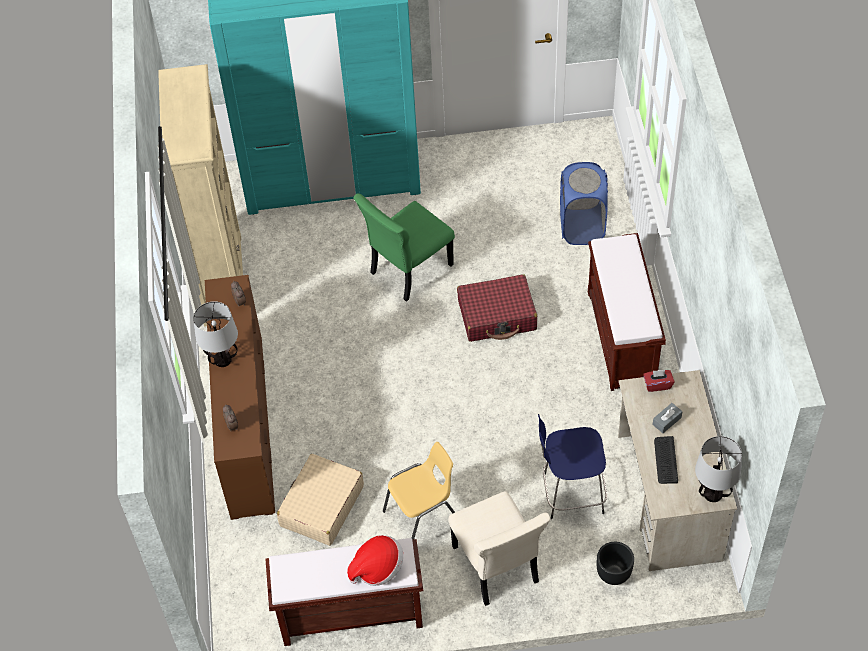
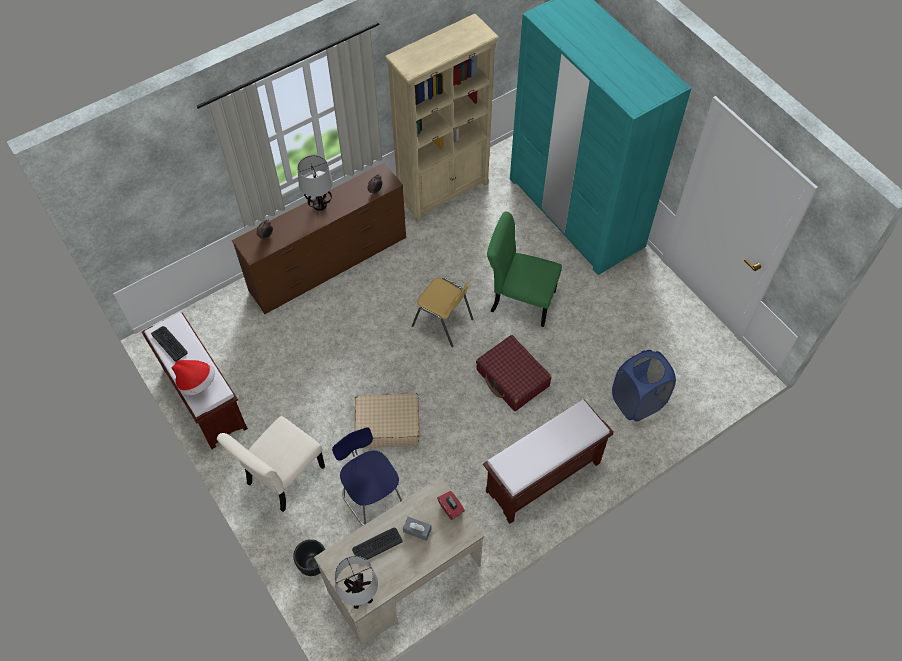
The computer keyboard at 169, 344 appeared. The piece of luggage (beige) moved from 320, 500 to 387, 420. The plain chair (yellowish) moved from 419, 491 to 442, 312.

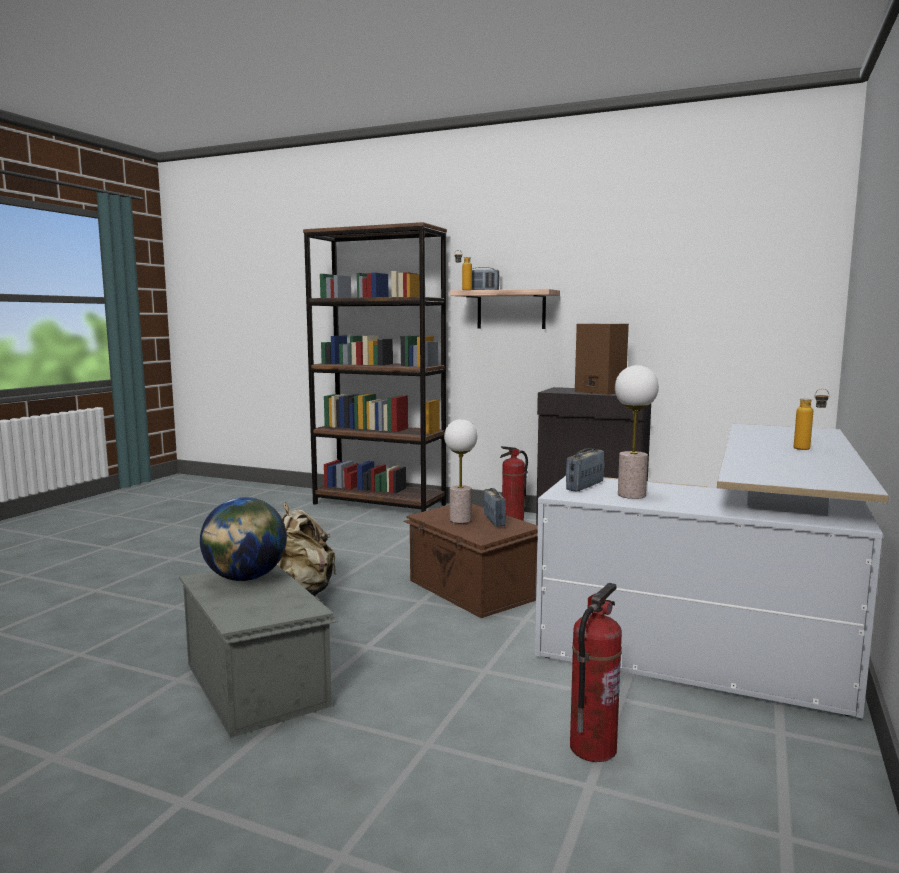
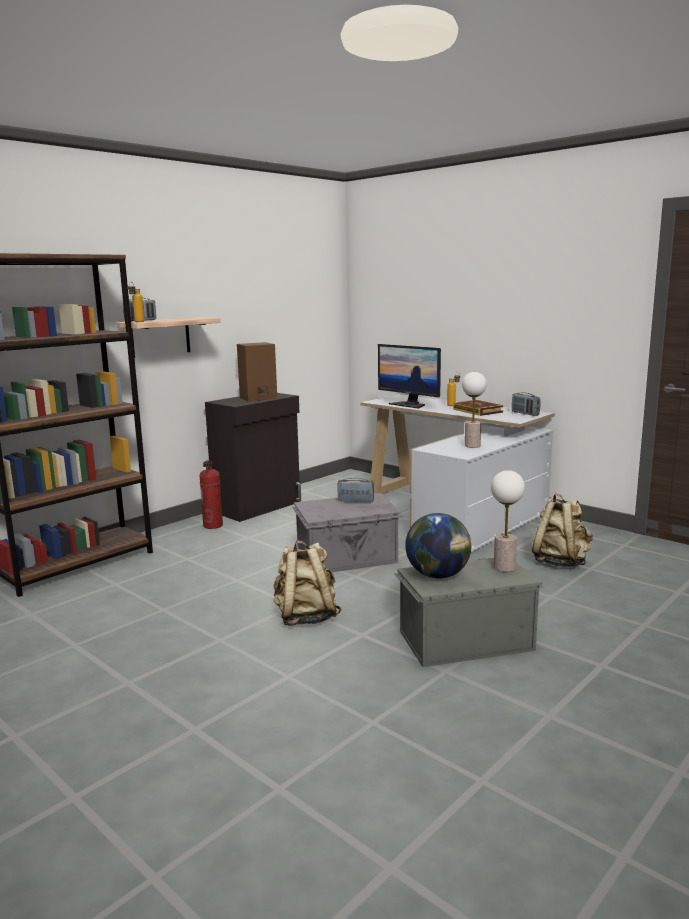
The computer screen at 409, 376 appeared. The bound book at 478, 408 appeared. The table lamp moved from 460, 471 to 508, 521. The radio set moved from 585, 470 to 526, 404. The extinguisher at 596, 672 was replaced by the rucksack (beige) at 562, 530. The storage box (brown) at 470, 561 became the storage box (greyish) at 347, 532.

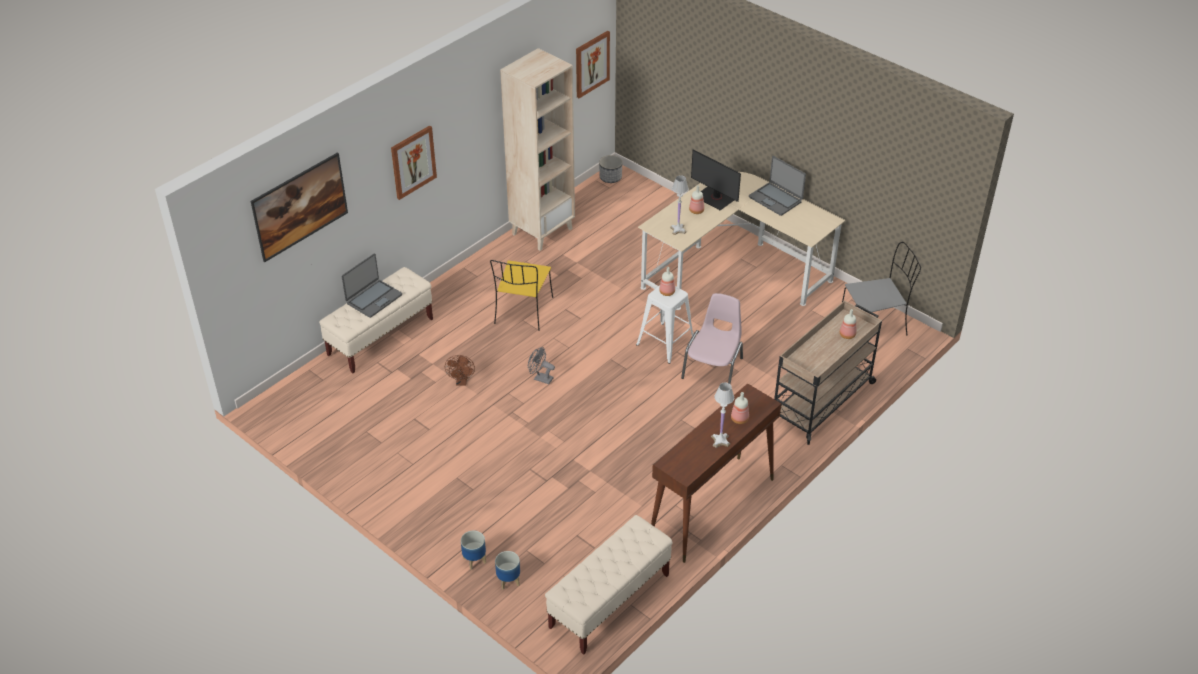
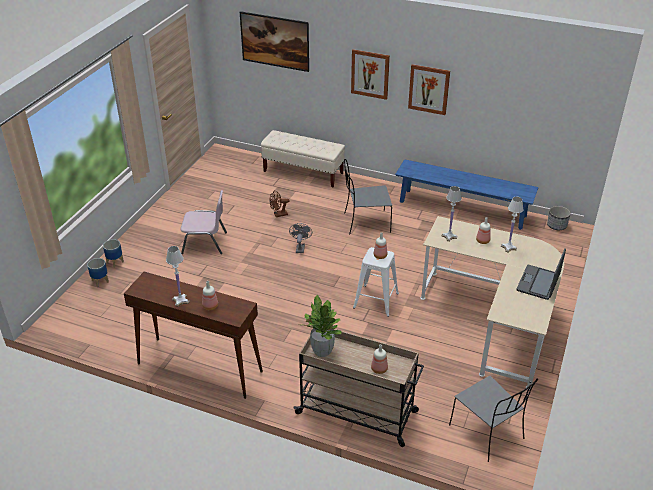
The notebook computer at 372, 285 disappeared. The bench (beige) at 609, 585 disappeared. The potted plant at 323, 326 appeared. The picture moved from 593, 64 to 429, 89. The plain chair (pinkish) moved from 712, 338 to 203, 222. The bookcase (beige) at 537, 149 was replaced by the bench (bluish) at 467, 194. The computer screen at 716, 180 was replaced by the table lamp (white) at 512, 225. The plain chair (yellowish) at 521, 295 became the plain chair (greyish) at 368, 197.

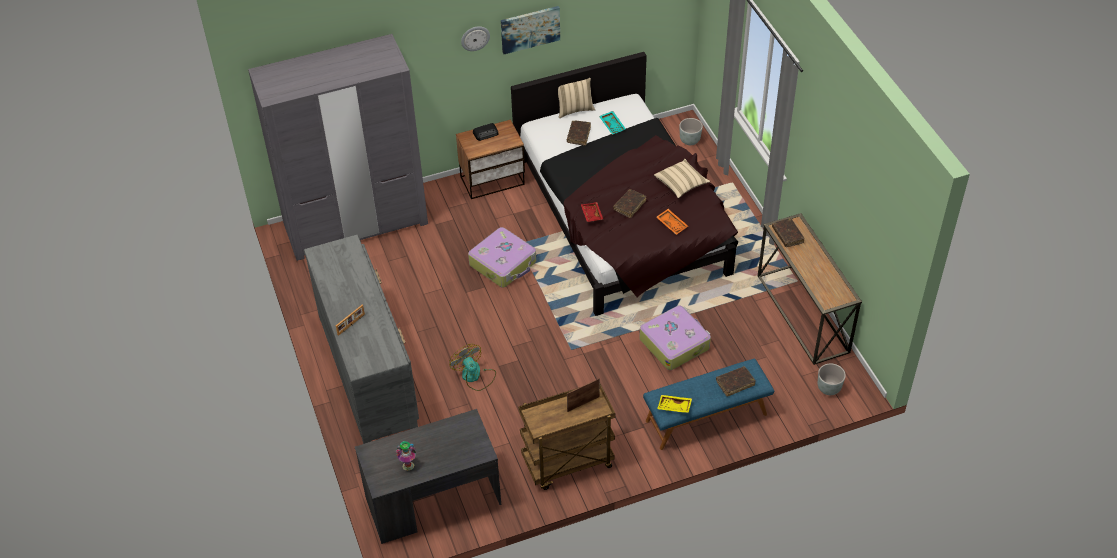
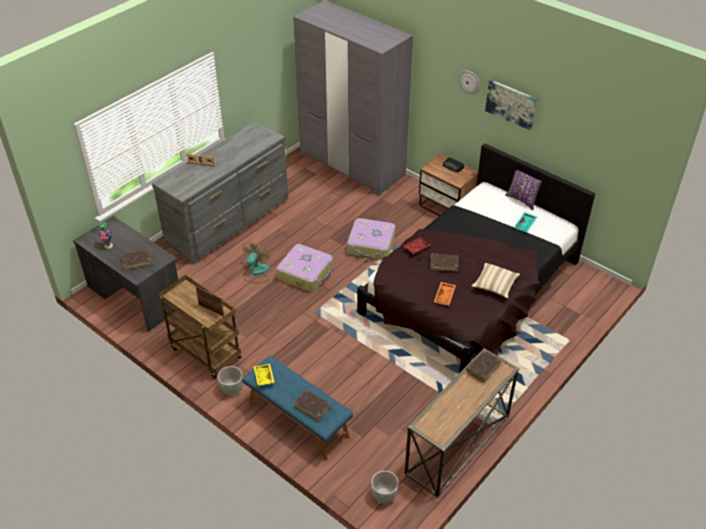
The bound book (brown) moved from 579, 133 to 136, 260. The piece of luggage moved from 675, 338 to 304, 268. The flower pot (greyish) moved from 691, 131 to 230, 380. The pillow (beige) at 576, 98 became the pillow (purple-coloured) at 523, 190.

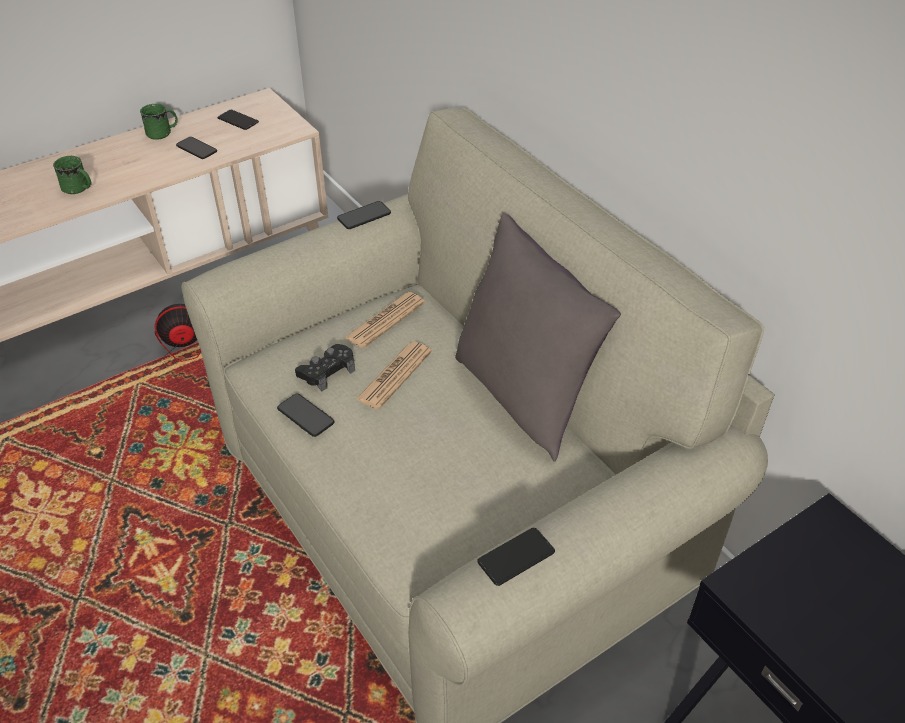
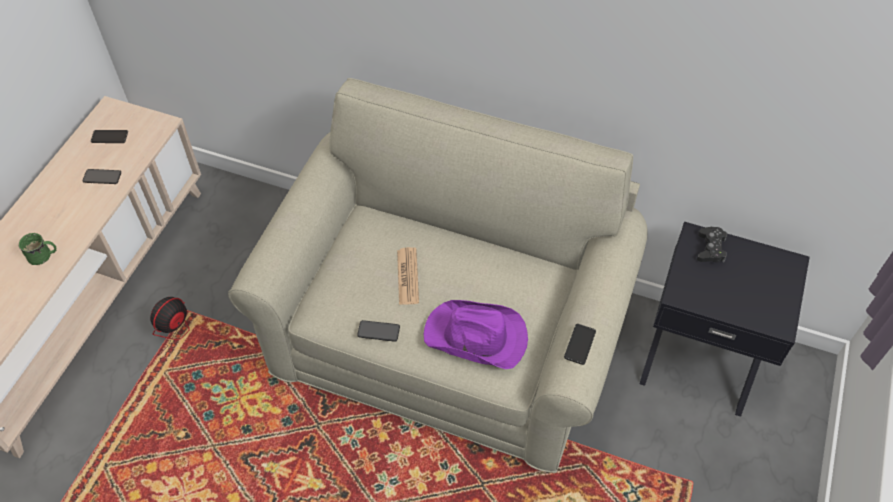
The tea mug (green-coloured) at 159, 122 disappeared. The handset at 364, 215 disappeared. The newspaper at 384, 320 disappeared. The pillow (greyish) at 538, 337 disappeared. The hat (purple-coloured) at 476, 334 appeared. The joypad (blackish) moved from 325, 368 to 712, 245.

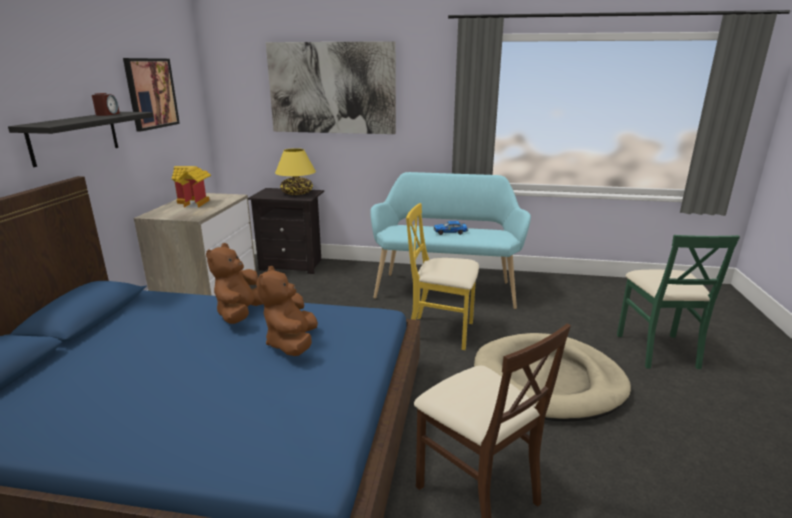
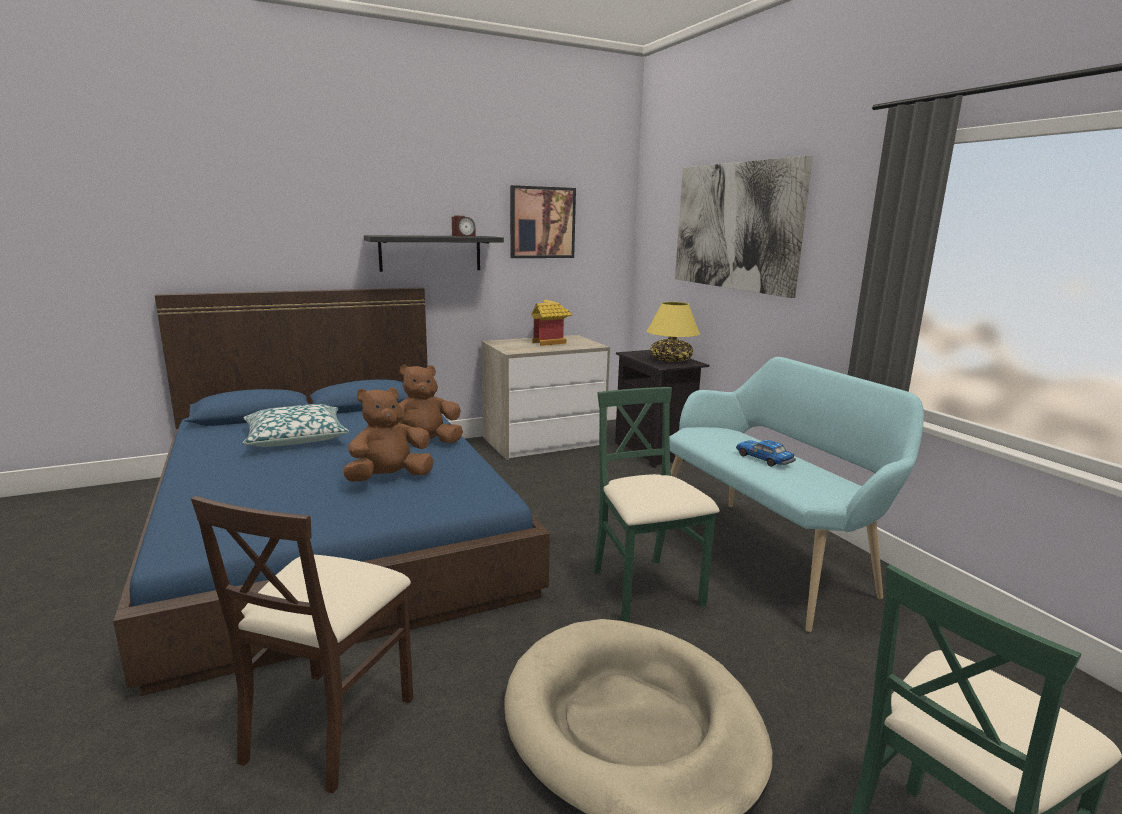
The pillow at 295, 425 appeared. The plain chair (yellowish) at 442, 276 became the plain chair (green-coloured) at 656, 504.

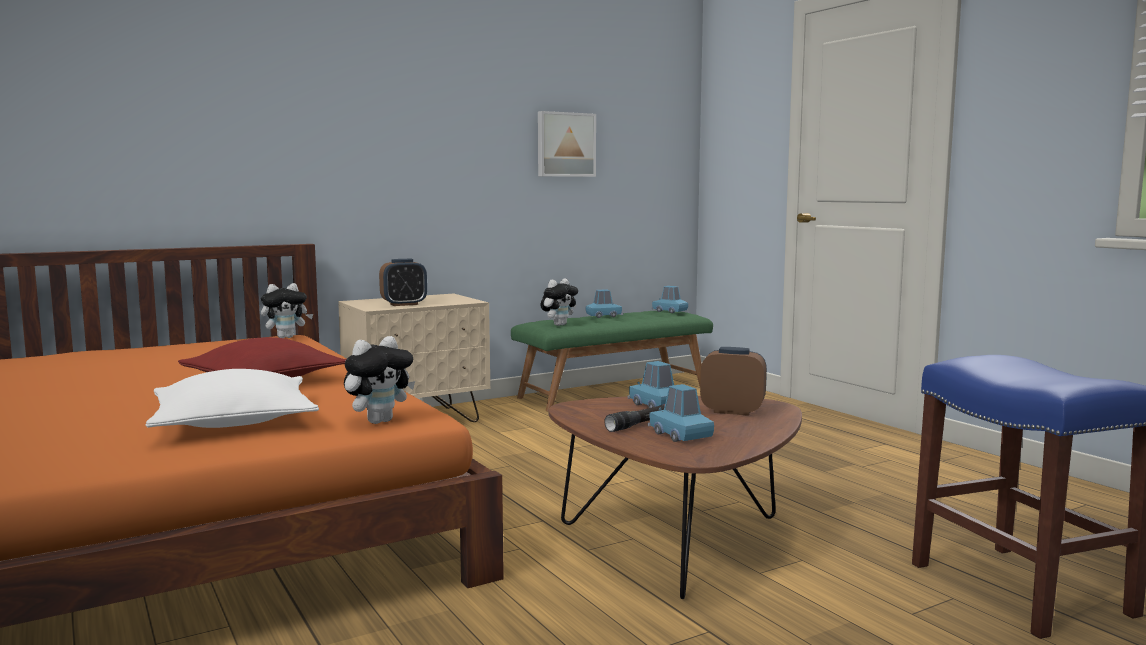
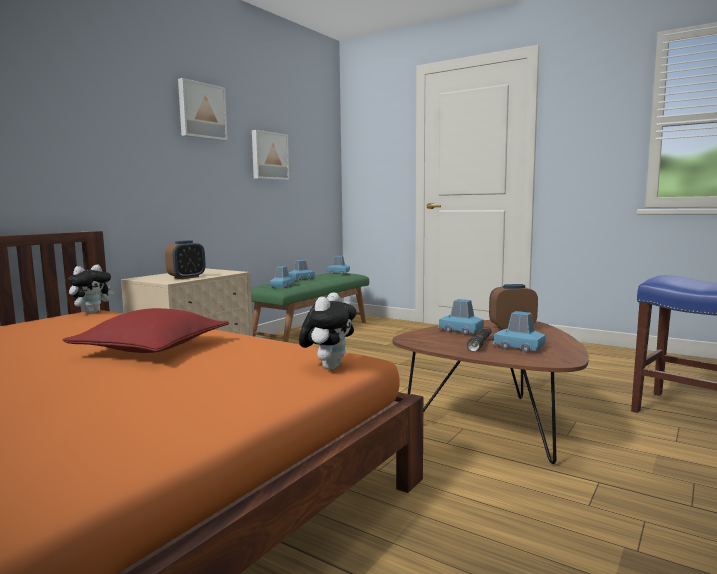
The pillow (white) at 232, 398 disappeared. The picture at 203, 109 appeared. The plush toy at 559, 302 was replaced by the model car (bluish) at 283, 277.

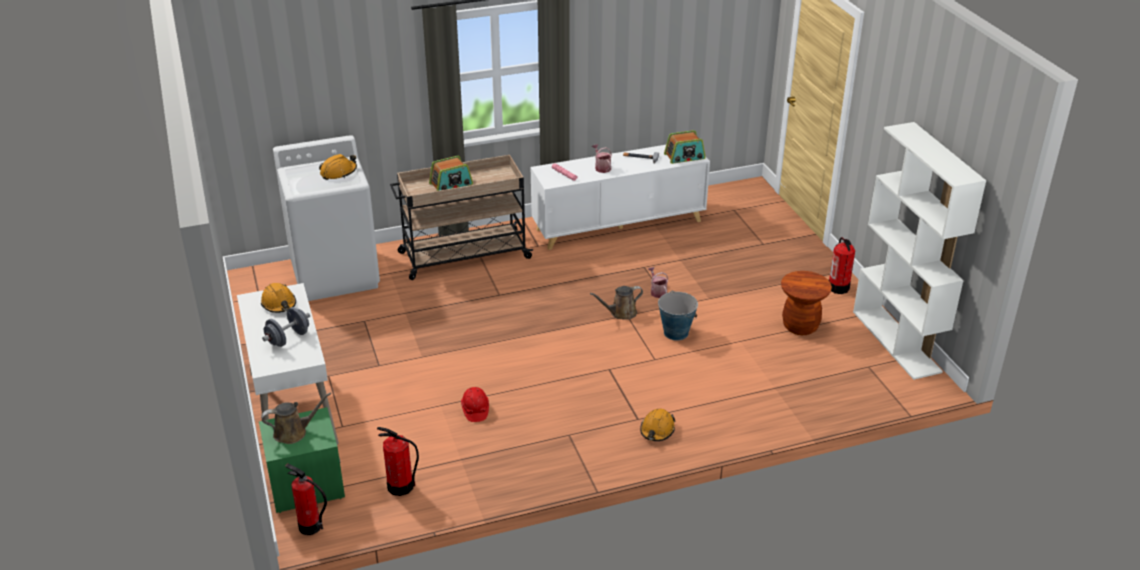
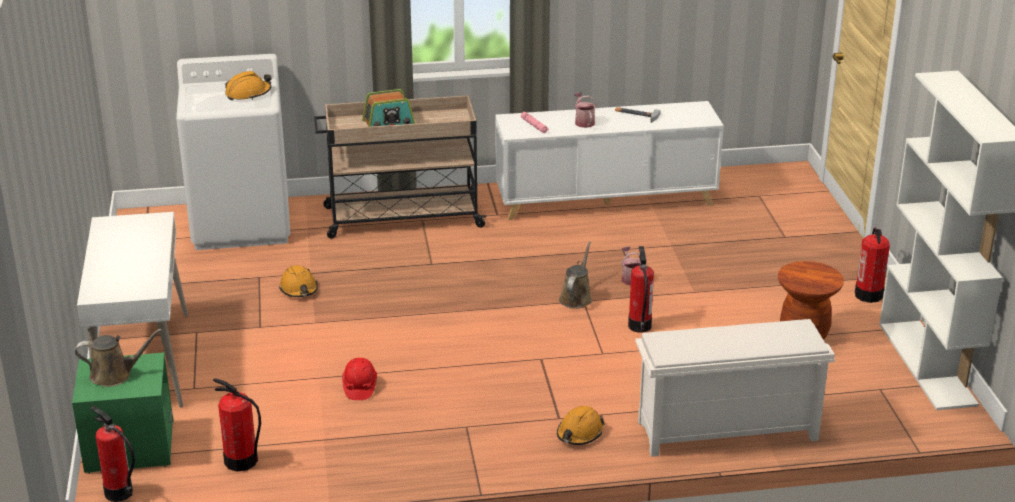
The free weight (greyish) at 286, 327 disappeared. The radio set at 684, 147 disappeared. The shoe rack (white) at 735, 388 appeared. The safety helmet (orange-coloured) moved from 278, 298 to 298, 281. The water bucket at 678, 315 was replaced by the extinguisher at 641, 289. The watering pot (brown) at 616, 303 turned 120 degrees clockwise.

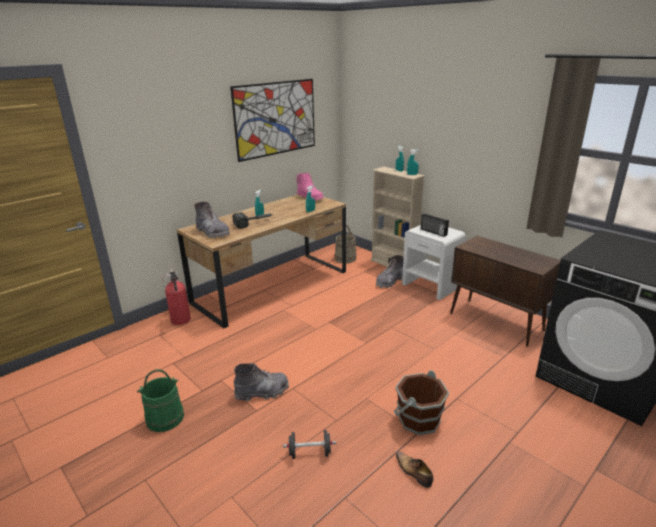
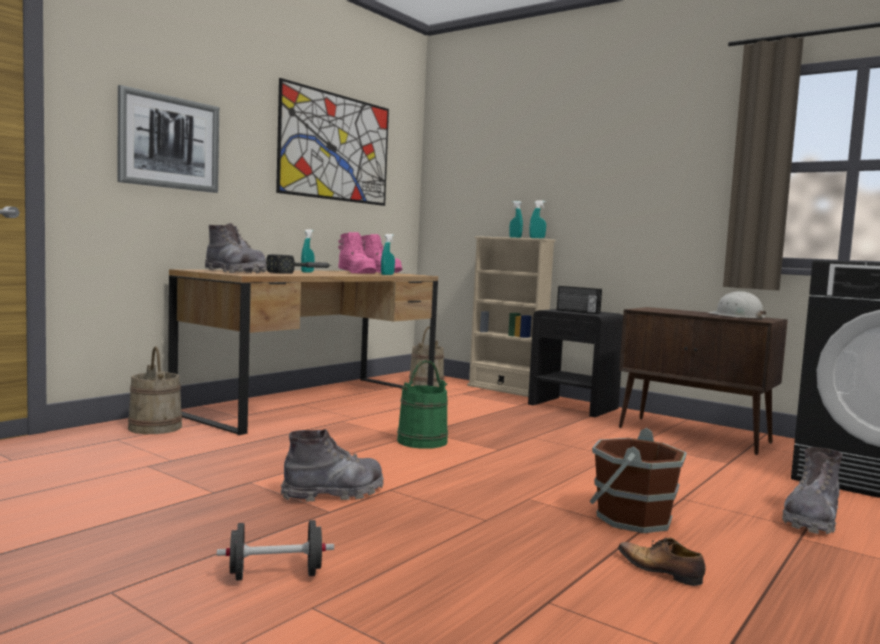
The picture at 168, 139 appeared. The boot (pinkish) at 357, 253 appeared. The safety helmet (white) at 737, 305 appeared. The water bucket (green-coloured) moved from 160, 400 to 422, 404. The free weight (blackish) moved from 309, 444 to 275, 550. The boot (greyish) moved from 390, 271 to 812, 490. The extinguisher at 176, 297 was replaced by the water bucket (beige) at 155, 390. The bedside table (white) at 434, 262 became the bedside table (blackish) at 575, 363.

